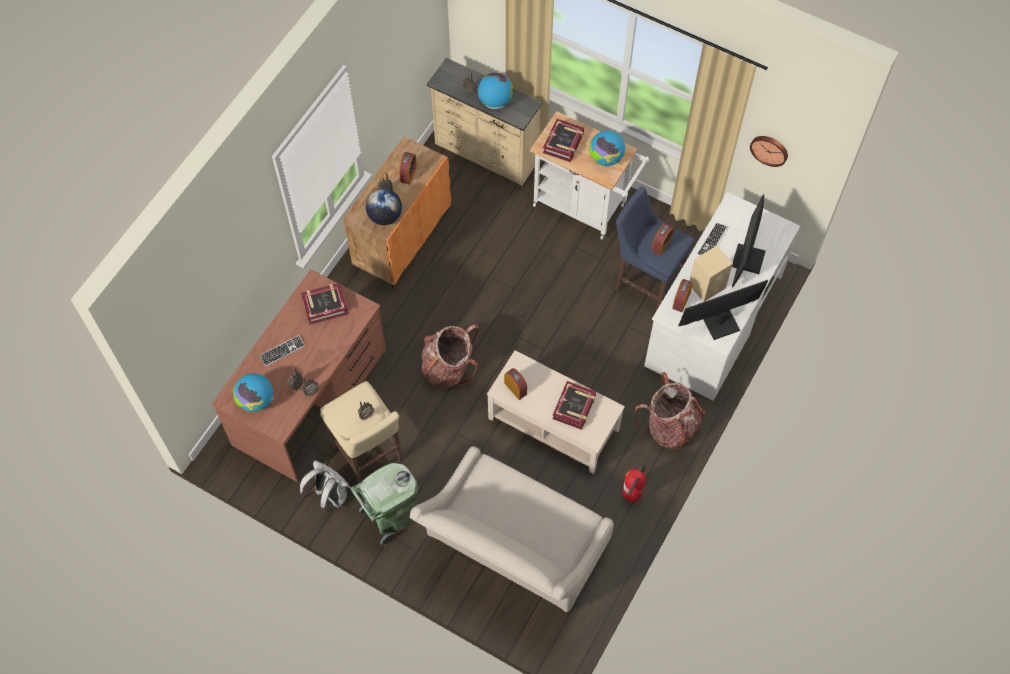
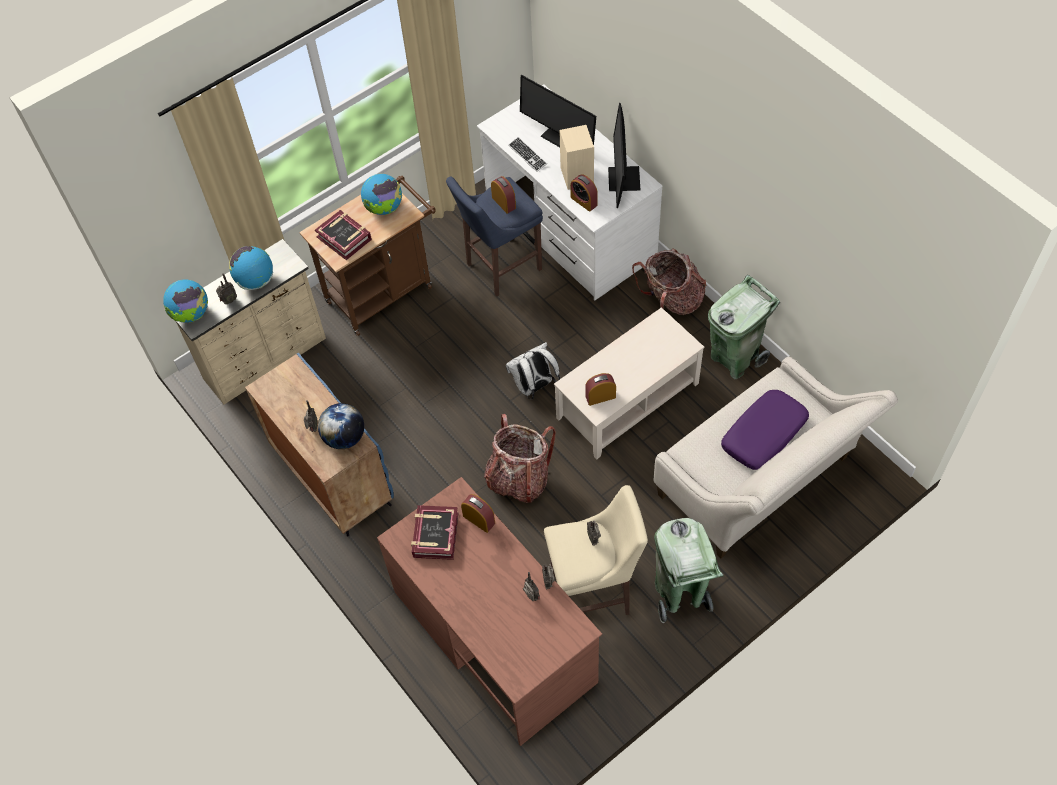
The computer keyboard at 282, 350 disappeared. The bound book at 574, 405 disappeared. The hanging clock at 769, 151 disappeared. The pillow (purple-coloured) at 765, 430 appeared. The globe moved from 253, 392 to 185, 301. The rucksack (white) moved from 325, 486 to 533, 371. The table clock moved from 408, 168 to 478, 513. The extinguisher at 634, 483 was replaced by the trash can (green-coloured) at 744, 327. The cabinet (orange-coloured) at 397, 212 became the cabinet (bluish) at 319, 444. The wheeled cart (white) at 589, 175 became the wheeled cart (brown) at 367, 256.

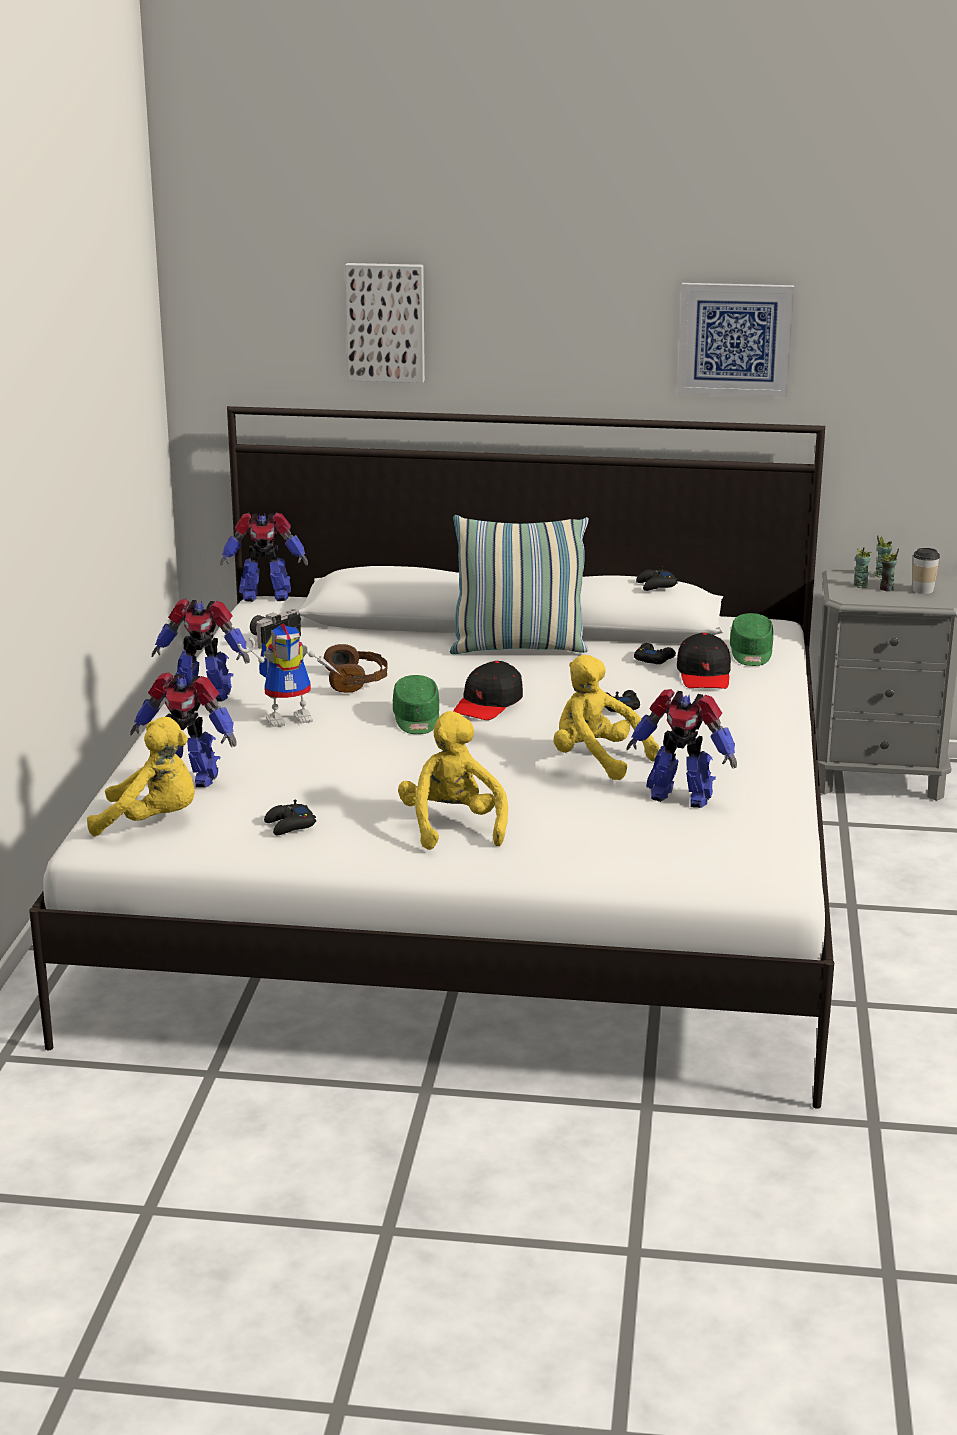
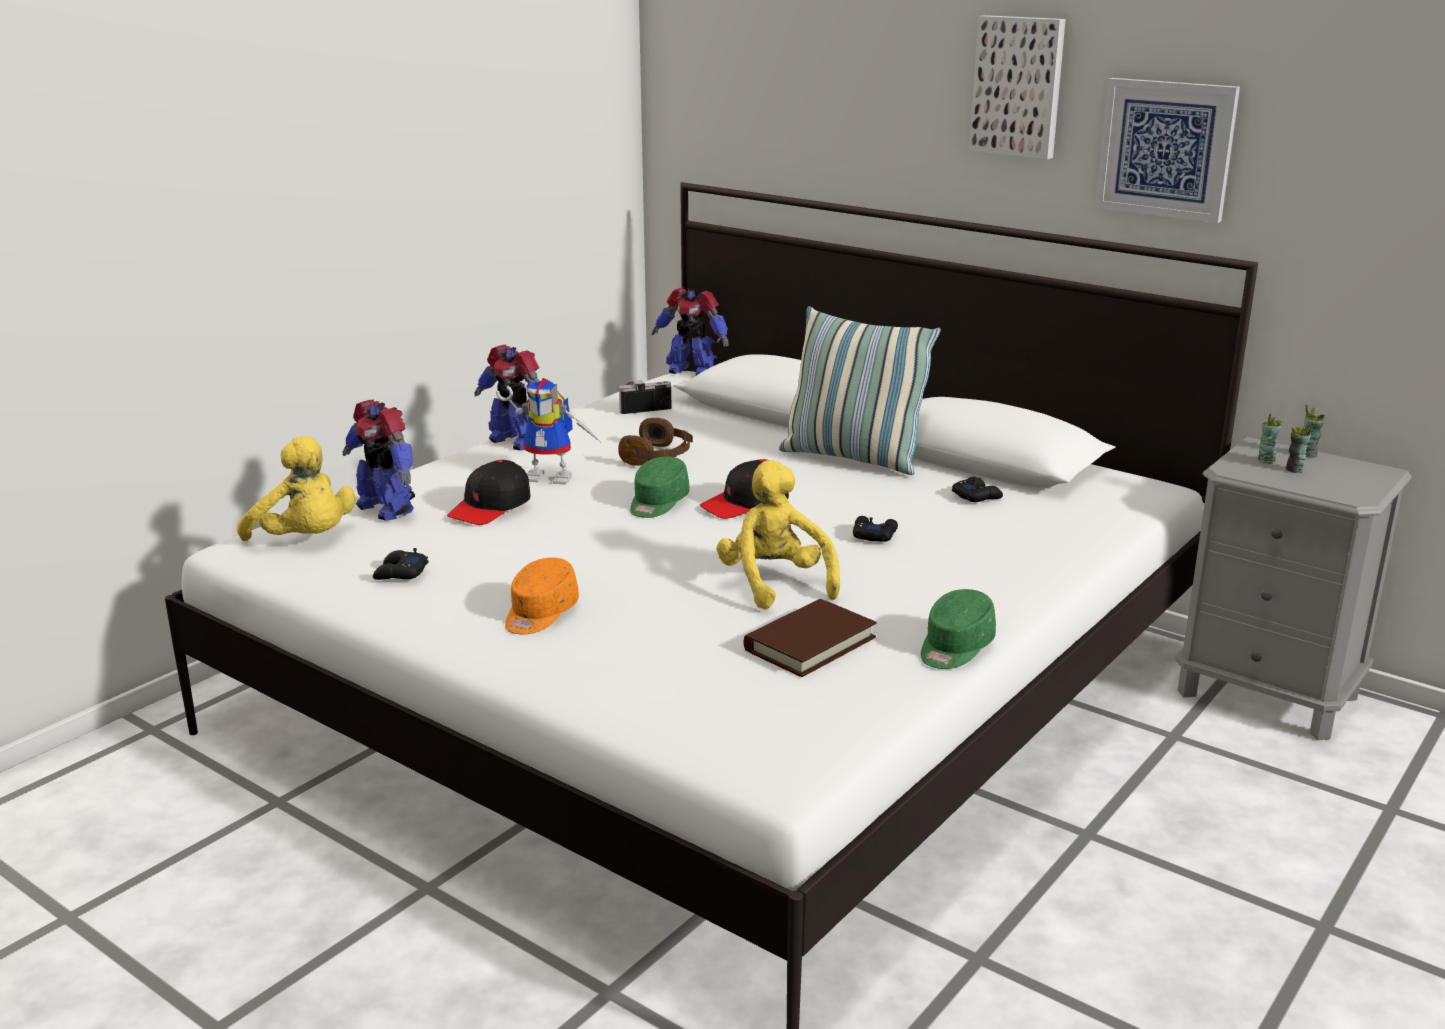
The joypad (blackish) at 656, 578 disappeared. The drinking cup at 926, 571 disappeared. The picture moved from 385, 323 to 1017, 87. The baseball cap (blackish) moved from 704, 661 to 489, 492. The baseball cap (green-coloured) moved from 751, 639 to 958, 629. The plush toy (yellowish) at 453, 780 was replaced by the baseball cap (orange-coloured) at 542, 596. The toy robot at 681, 748 was replaced by the bound book (brown) at 810, 638.

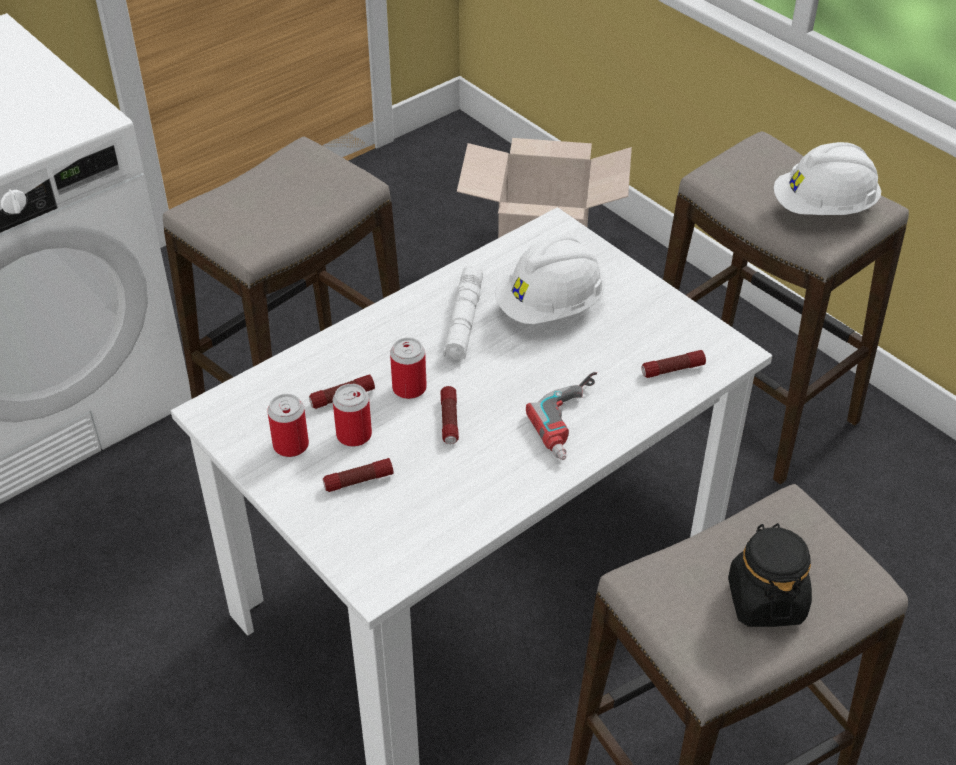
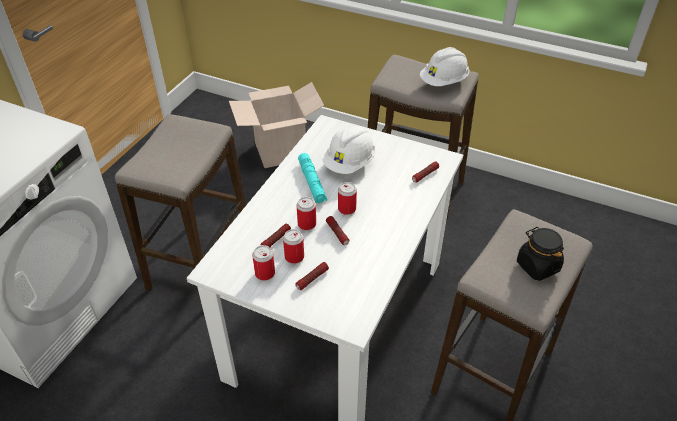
The electric drill at 561, 416 disappeared. The metal can at 347, 198 appeared. The torch (white) at 463, 312 became the torch (blue-green) at 312, 178.

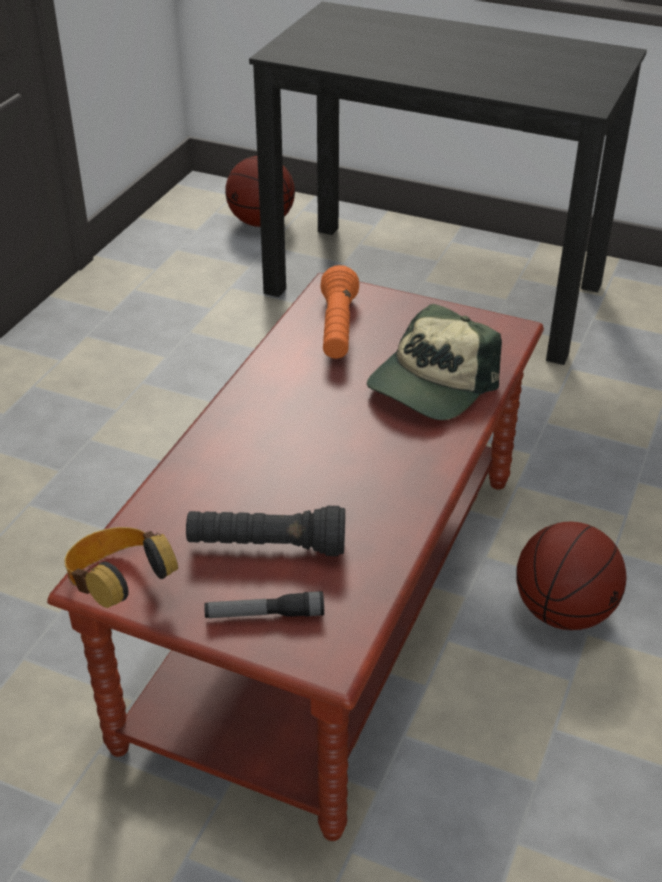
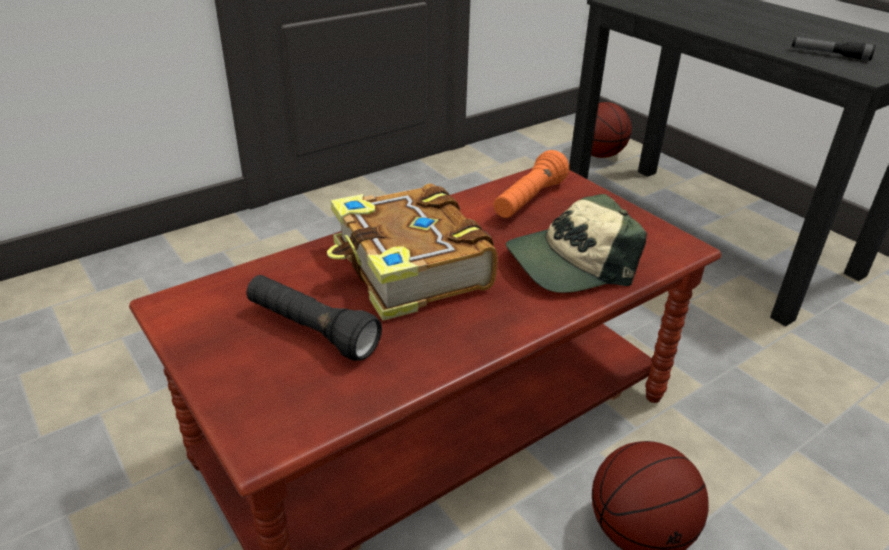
The pair of headphones at 121, 567 disappeared. The bound book at 412, 252 appeared. The torch moved from 264, 604 to 834, 49.

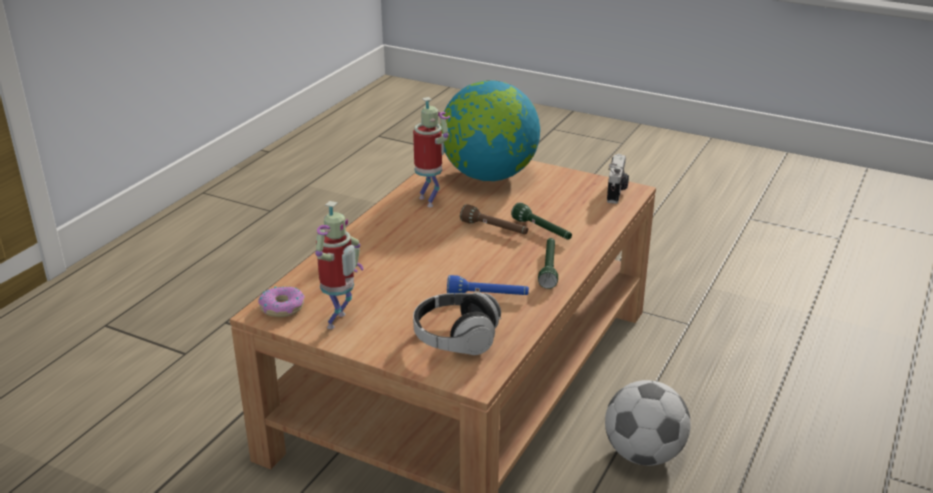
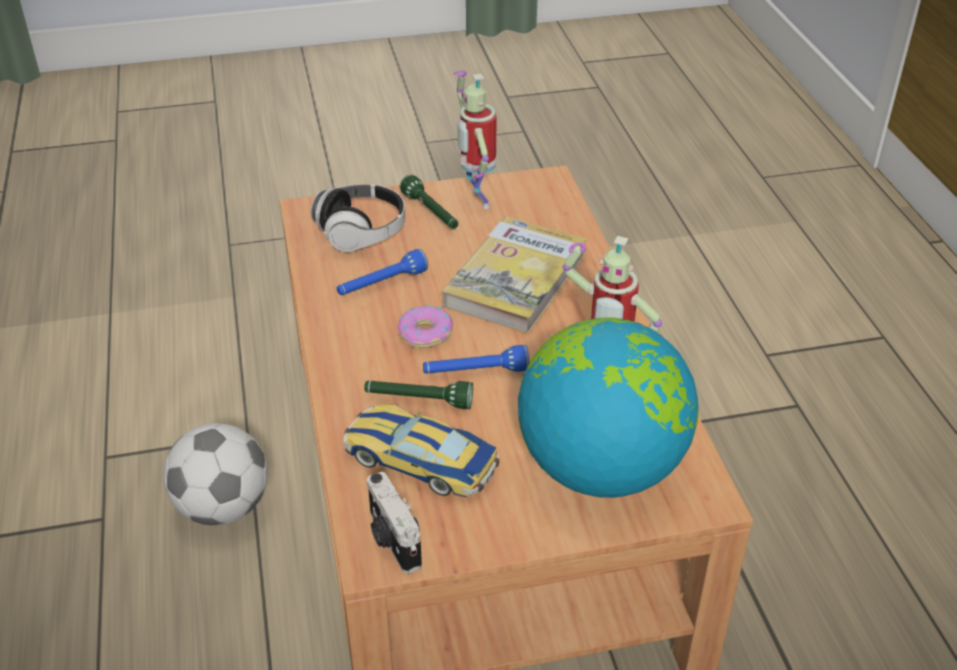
The model car at 421, 450 appeared. The bound book at 514, 275 appeared. The ring doughnut moved from 281, 302 to 425, 326. The torch (green-coloured) moved from 548, 263 to 429, 202. The torch (brown) at 494, 219 became the torch (bluish) at 476, 359.

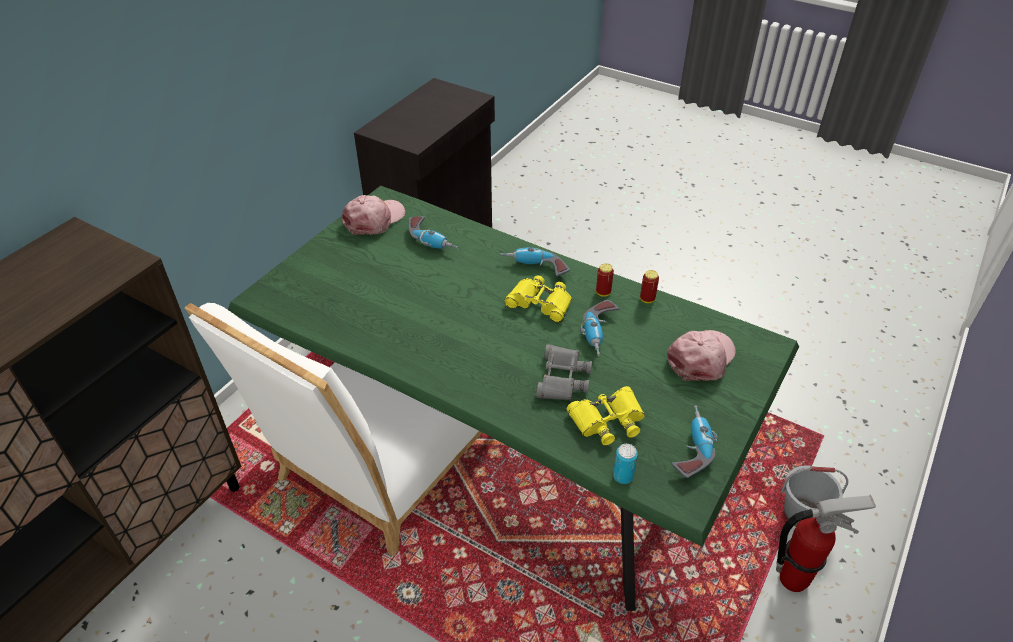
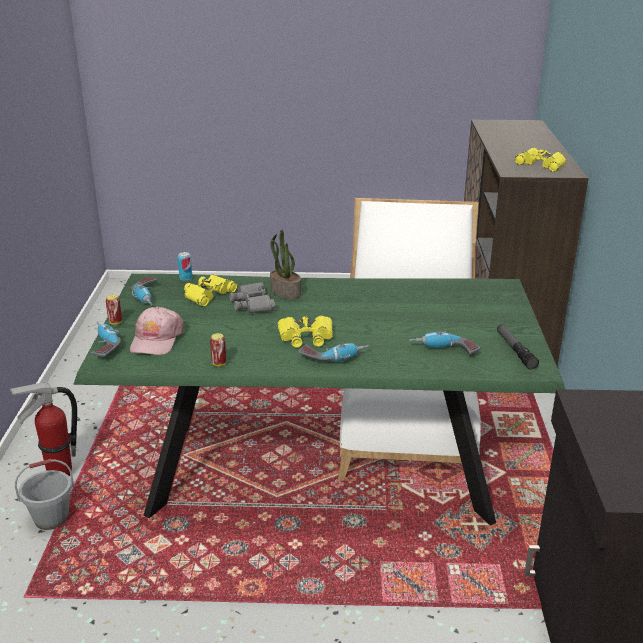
The potted plant at 285, 264 appeared. The pair of binoculars (yellowish) at 540, 159 appeared. The electric drill moved from 599, 328 to 106, 339. The metal can moved from 605, 280 to 114, 309. The baseball cap (pinkish) at 373, 215 was replaced by the torch at 518, 347.

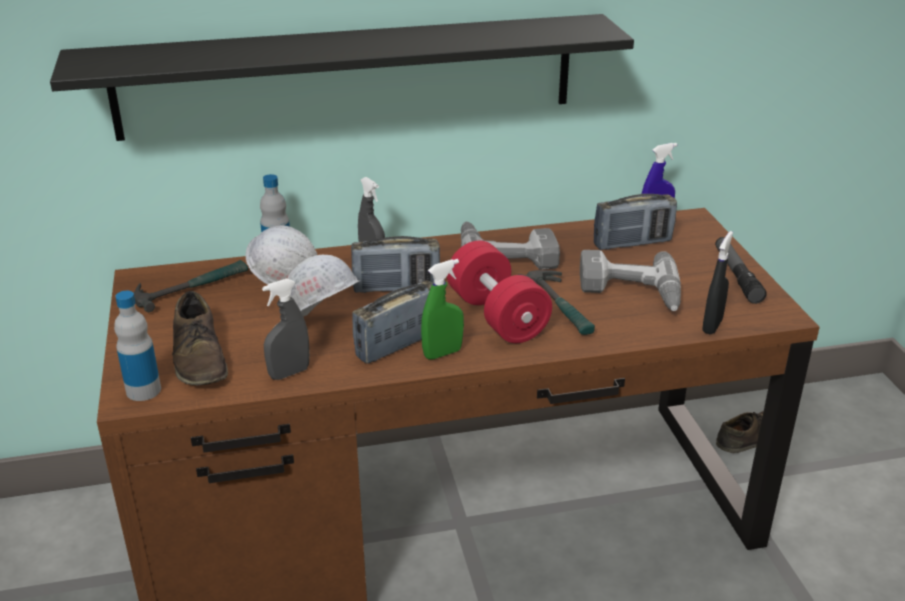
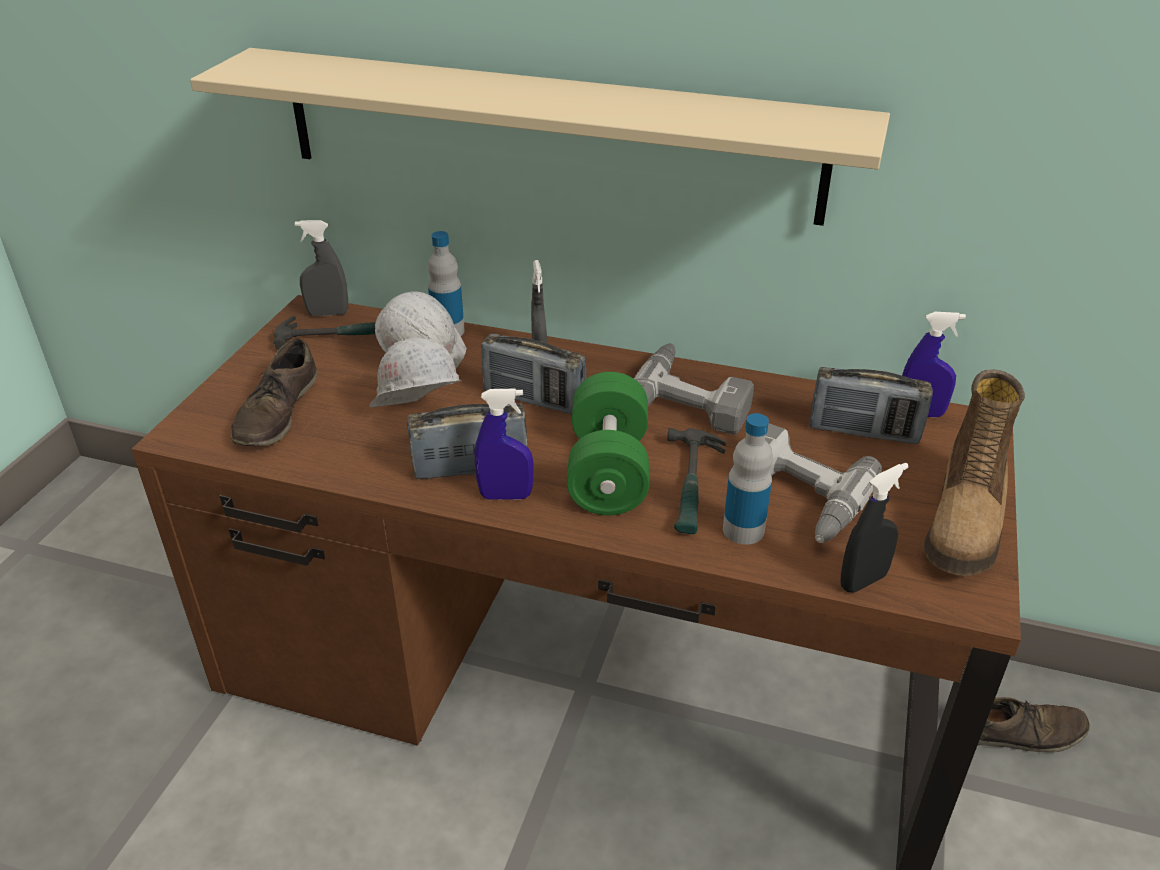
The drink bottle moved from 137, 346 to 748, 479. The hand sprayer (greyish) moved from 286, 329 to 321, 268. The torch at 741, 270 was replaced by the boot at 974, 472. The wall shelf (blackish) at 342, 77 became the wall shelf (beige) at 540, 137. The hand sprayer (green-coloured) at 442, 309 became the hand sprayer (bluish) at 504, 444. The free weight (reddish) at 499, 292 became the free weight (green-coloured) at 608, 443.

